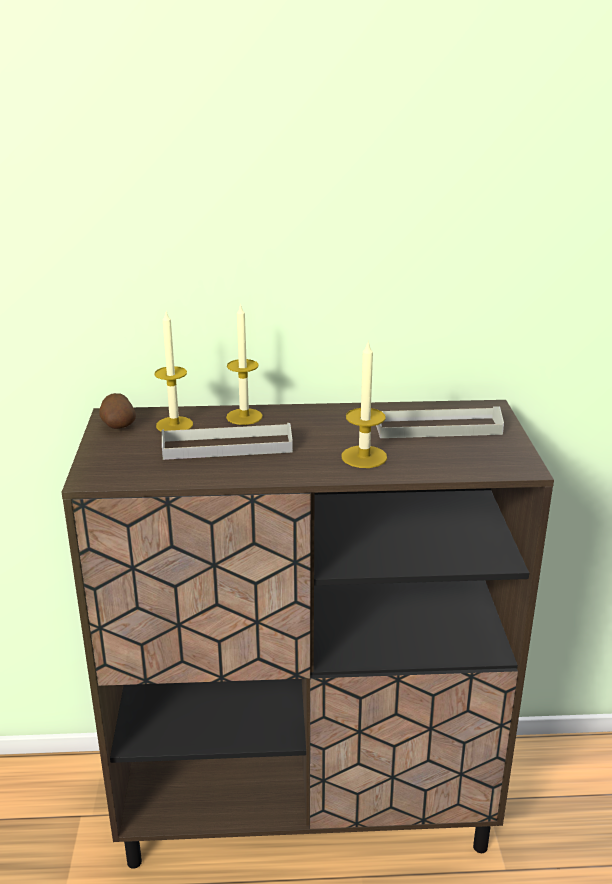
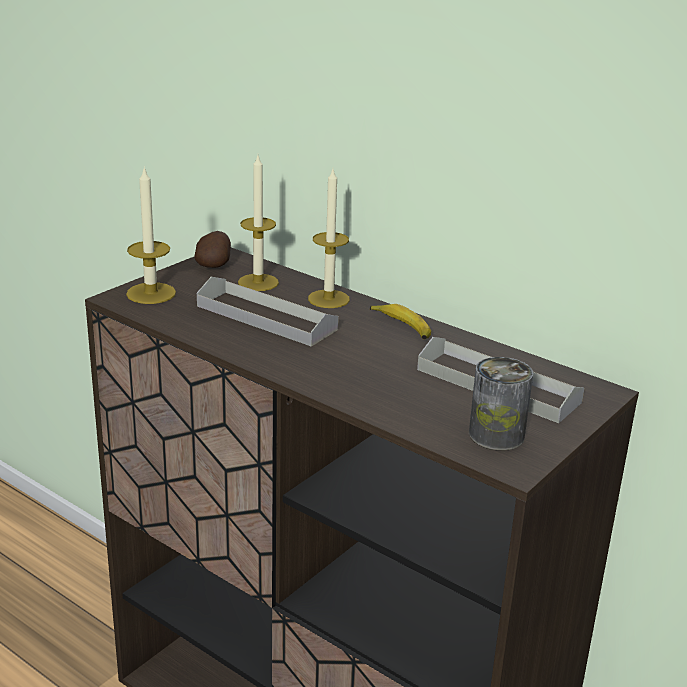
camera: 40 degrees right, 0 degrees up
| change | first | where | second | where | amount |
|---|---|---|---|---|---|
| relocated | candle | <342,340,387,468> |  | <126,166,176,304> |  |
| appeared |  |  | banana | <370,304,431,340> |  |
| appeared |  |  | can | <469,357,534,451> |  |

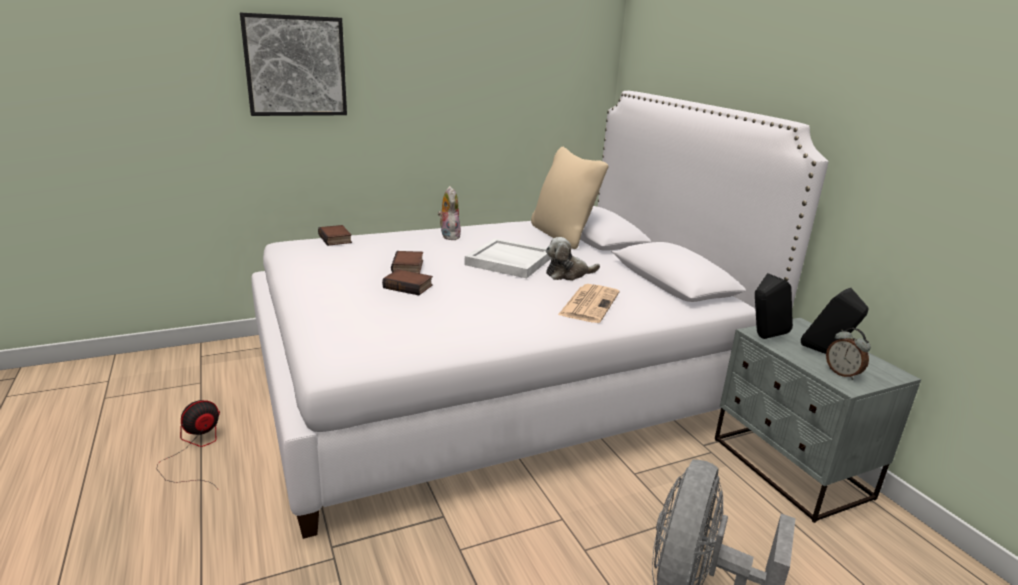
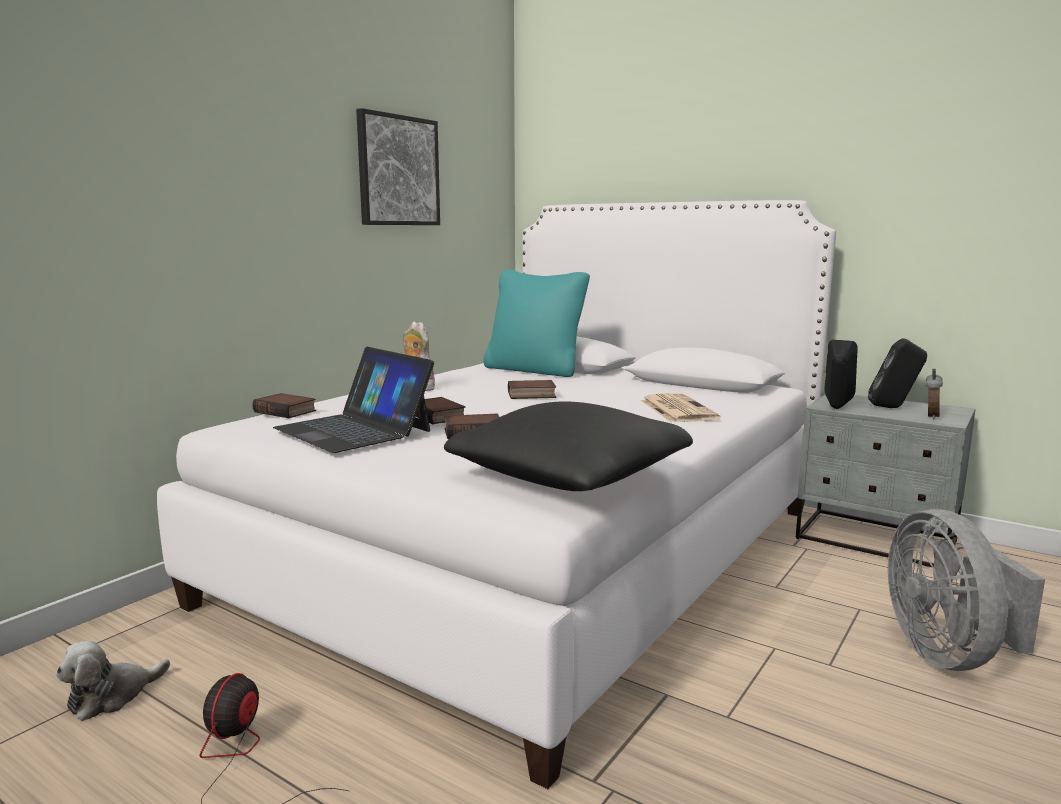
camera: 30 degrees left, 10 degrees down
| change | first | where | second | where | amount |
|---|---|---|---|---|---|
| relocated | picture | <240,13,347,116> |  | <356,108,440,225> |  |
| colour | beige pillow | <531,147,609,249> | turquoise pillow | <483,269,590,377> |  |
| relocated | plush toy | <546,237,600,281> |  | <56,641,170,721> |  |
| exchanged | white tray | <464,238,551,278> | book | <508,380,556,399> |  |
| spun | alarm clock | <826,328,871,380> |  | <925,369,943,419> | 90 degrees counterclockwise |
| appeared |  |  | laptop | <273,347,434,453> |  |
| appeared |  |  | black pillow | <444,401,693,491> |  |

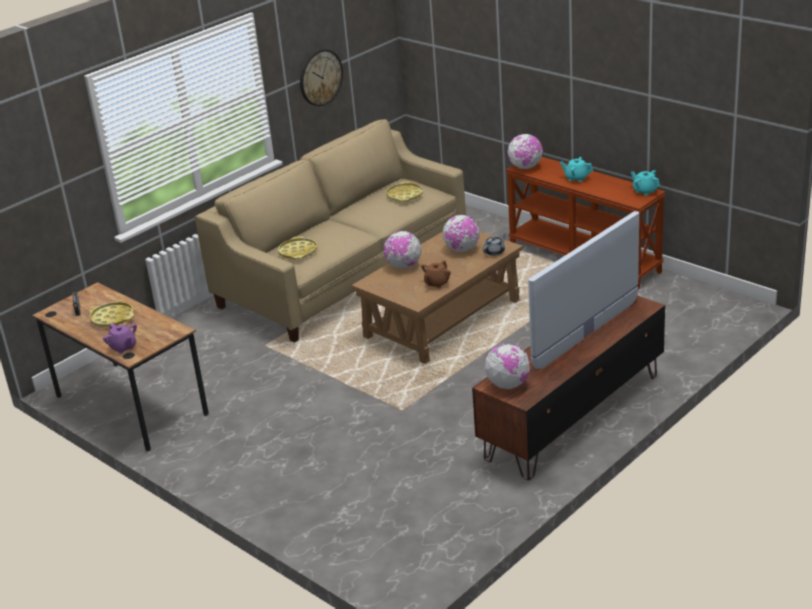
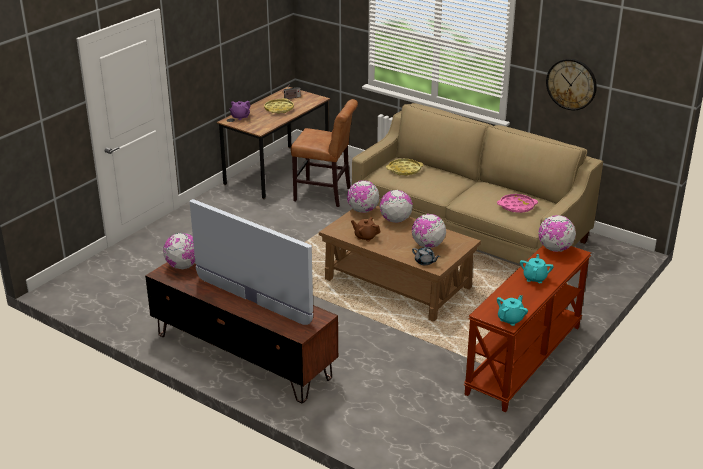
camera: 80 degrees right, 0 degrees up
| change | first | where | second | where | amount |
|---|---|---|---|---|---|
| colour | yellow tray | <386,181,423,201> | pink tray | <497,194,538,213> |  |
| appeared |  |  | brown chair | <291,99,358,207> |  |
| appeared |  |  | globe | <347,180,379,213> |  |

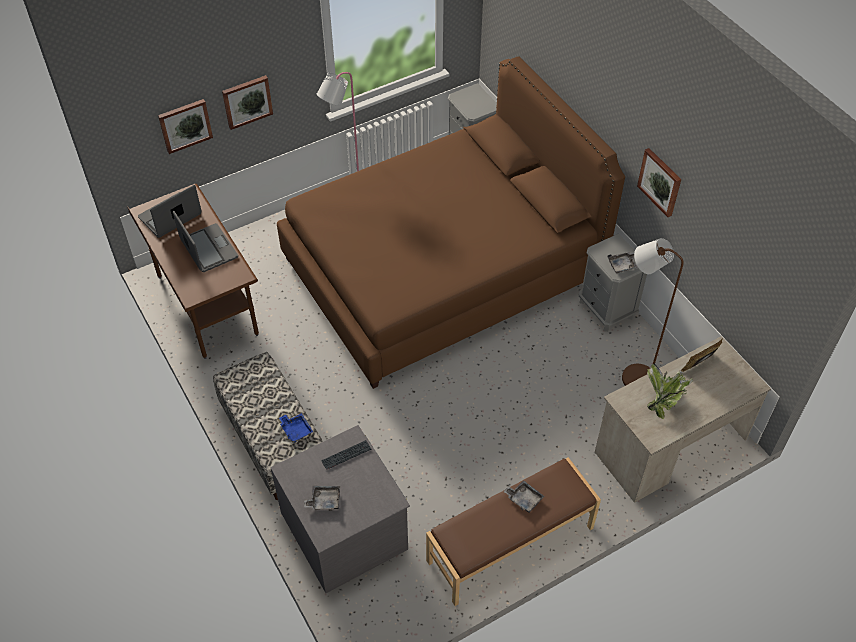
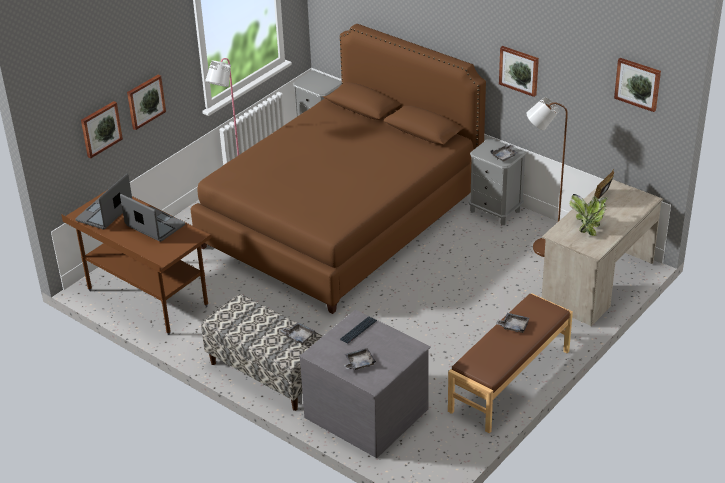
camera: 20 degrees left, 15 degrees down
| change | first | where | second | where | amount |
|---|---|---|---|---|---|
| colour | blue tray | <279,413,313,443> | grey tray | <281,322,316,345> |  |
| appeared |  |  | picture | <614,58,661,112> |  |

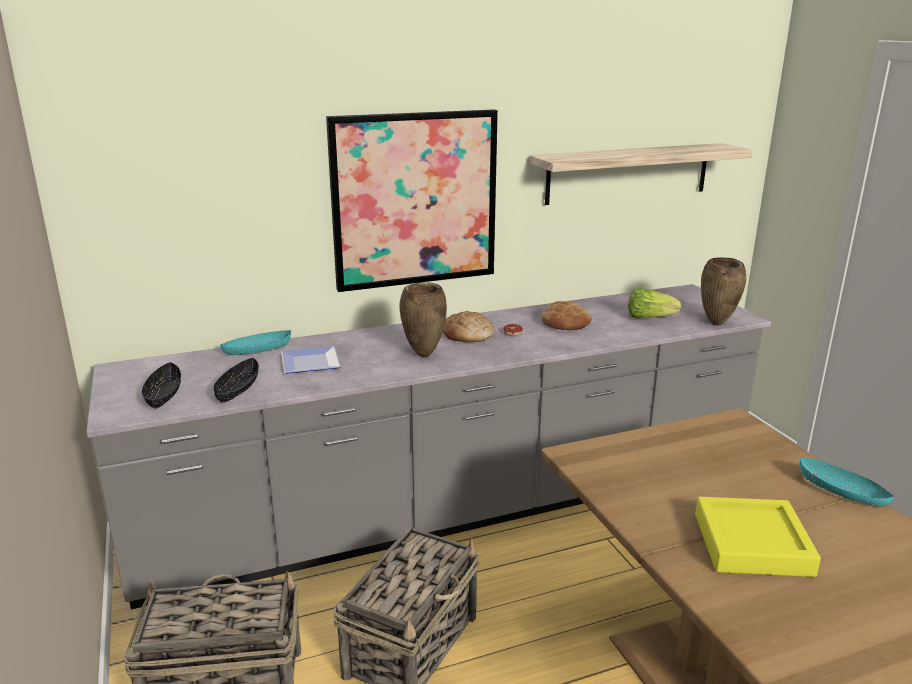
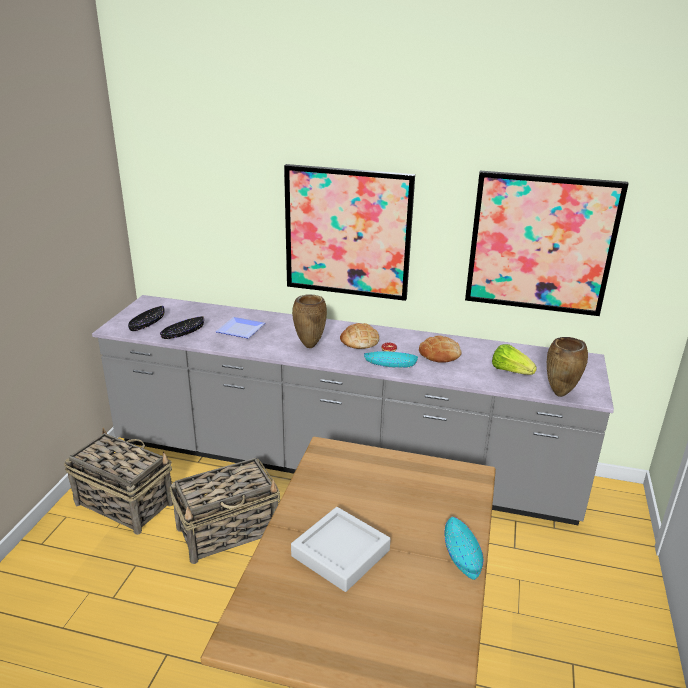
camera: 35 degrees right, 5 degrees up
| change | first | where | second | where | amount |
|---|---|---|---|---|---|
| exchanged | shelf | <530,143,753,205> | picture | <465,171,629,316> |  |
| relocated | turquoise bowl | <220,330,291,355> |  | <364,351,418,368> |  |
| colour | yellow tray | <695,497,821,577> | grey tray | <291,507,391,592> |  |

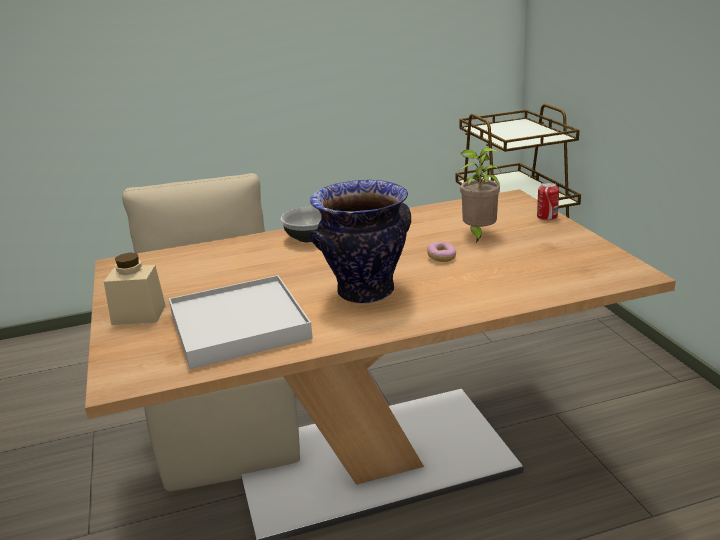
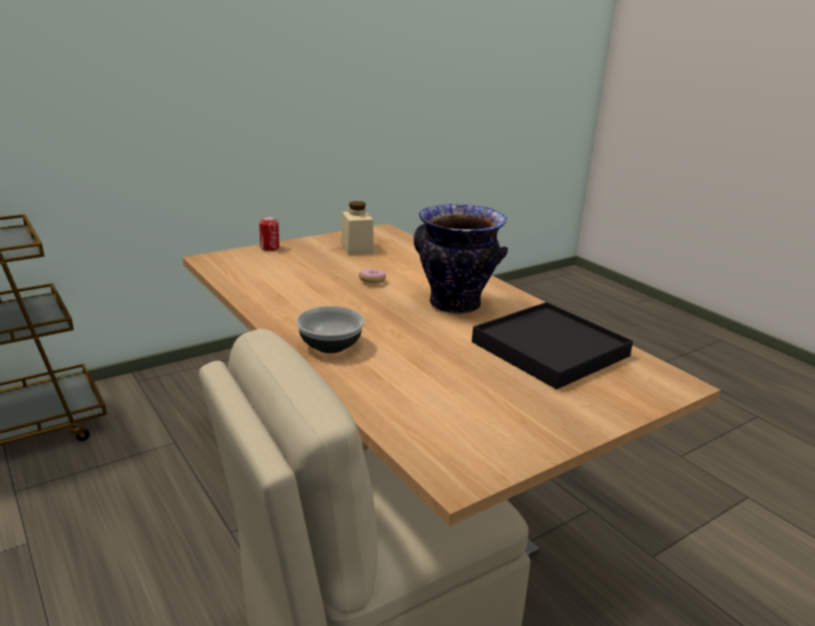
camera: 110 degrees left, 0 degrees up
| change | first | where | second | where | amount |
|---|---|---|---|---|---|
| missing | potted plant | <459,147,501,243> |  |  |  |
| relocated | beige jar | <104,253,166,325> |  | <341,201,374,255> |  |
| colour | white tray | <169,275,313,369> | black tray | <472,302,633,389> |  |

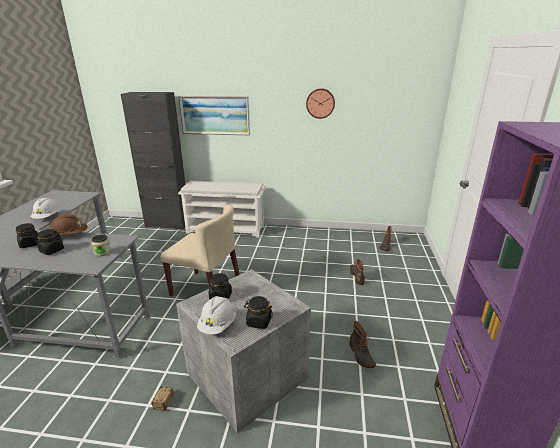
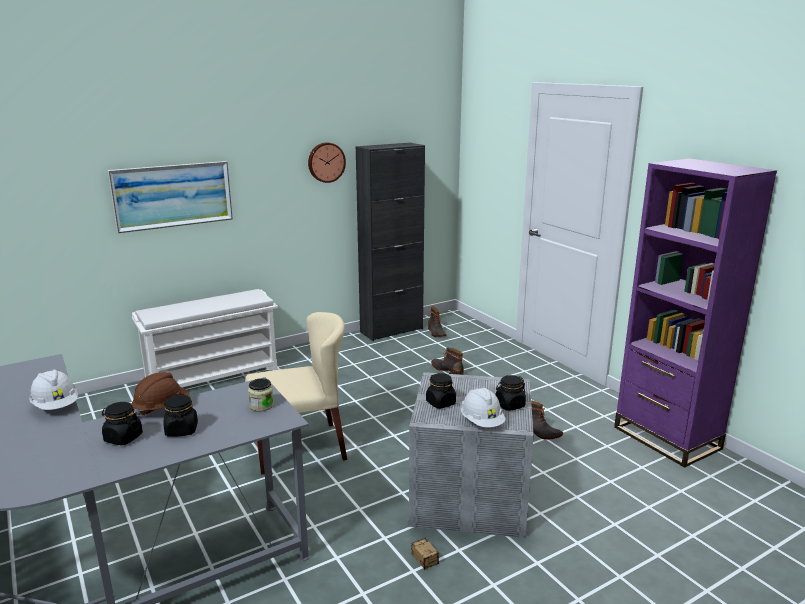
camera: 40 degrees left, 5 degrees down
| change | first | where | second | where | amount |
|---|---|---|---|---|---|
| relocated | black cabinet | <121,92,185,229> |  | <356,142,425,341> |  |

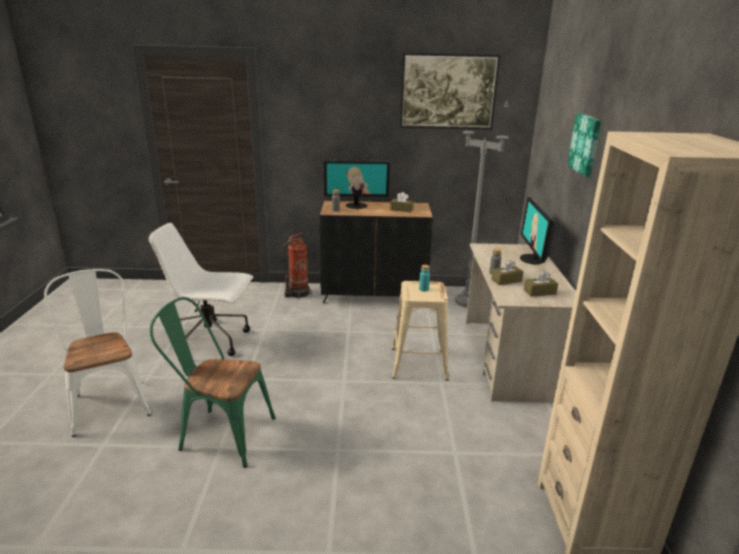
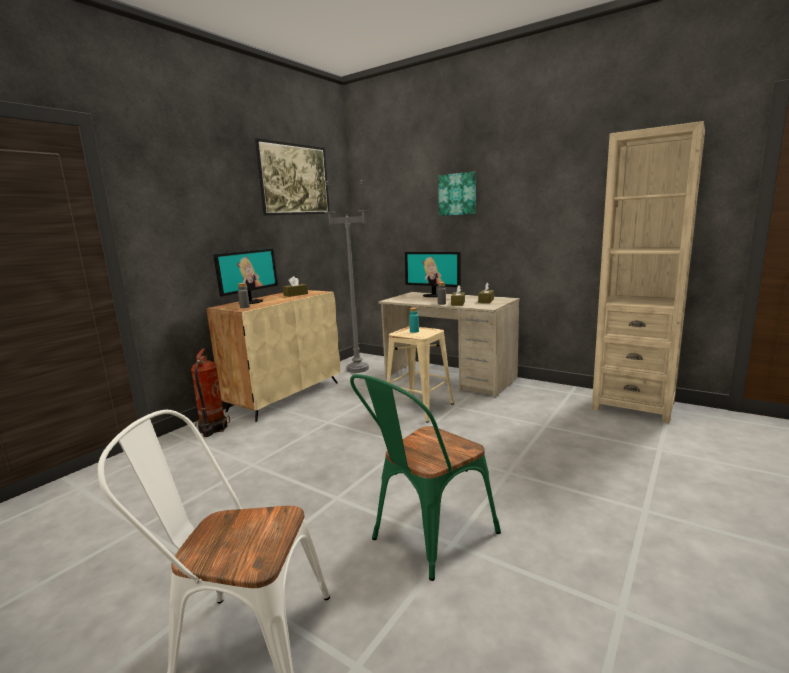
camera: 55 degrees left, 10 degrees down
| change | first | where | second | where | amount |
|---|---|---|---|---|---|
| colour | black cabinet | <319,201,433,303> | beige cabinet | <206,290,340,422> |  |
| missing | white office chair | <149,223,253,356> |  |  |  |

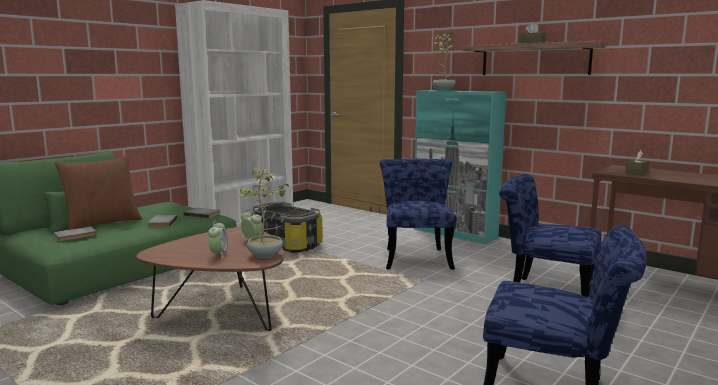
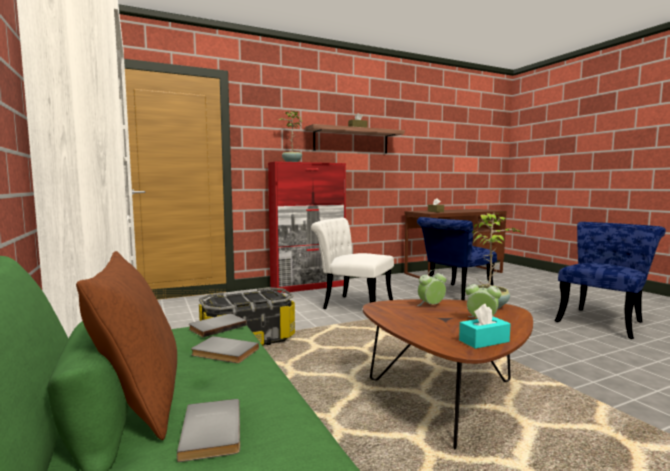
camera: 65 degrees left, 5 degrees down
| change | first | where | second | where | amount |
|---|---|---|---|---|---|
| colour | turquoise cabinet | <413,90,506,244> | red cabinet | <268,161,346,293> |  |
| colour | blue chair | <380,159,456,270> | white chair | <311,218,394,309> |  |
| appeared |  |  | turquoise tissue box | <459,304,511,349> |  |

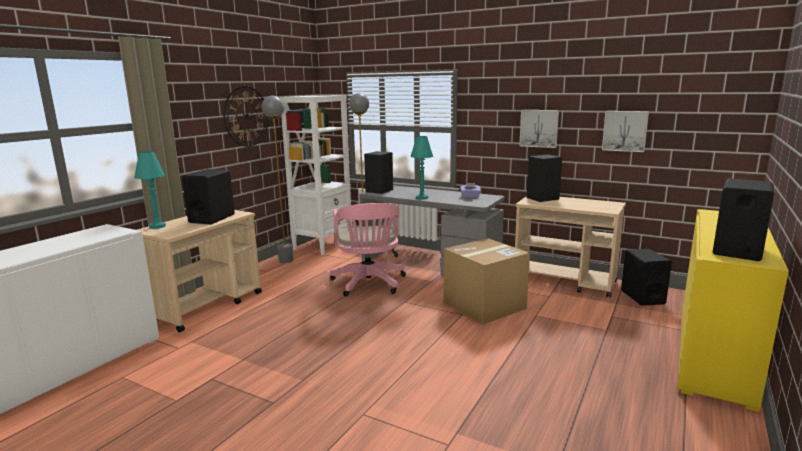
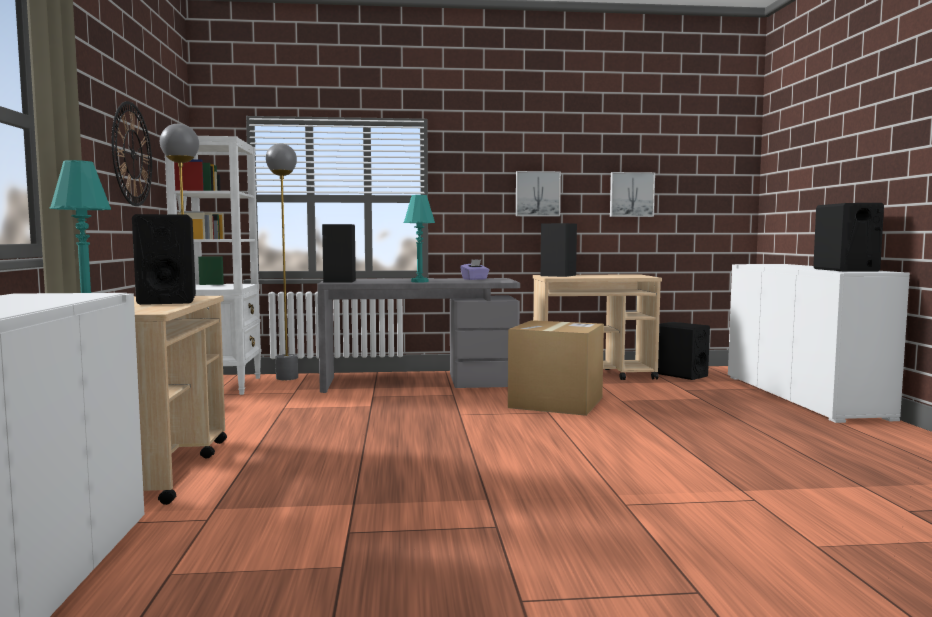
camera: 35 degrees left, 10 degrees down
| change | first | where | second | where | amount |
|---|---|---|---|---|---|
| missing | pink office chair | <329,203,406,296> |  |  |  |
| colour | yellow cabinet | <677,209,789,412> | white cabinet | <728,264,910,423> |  |

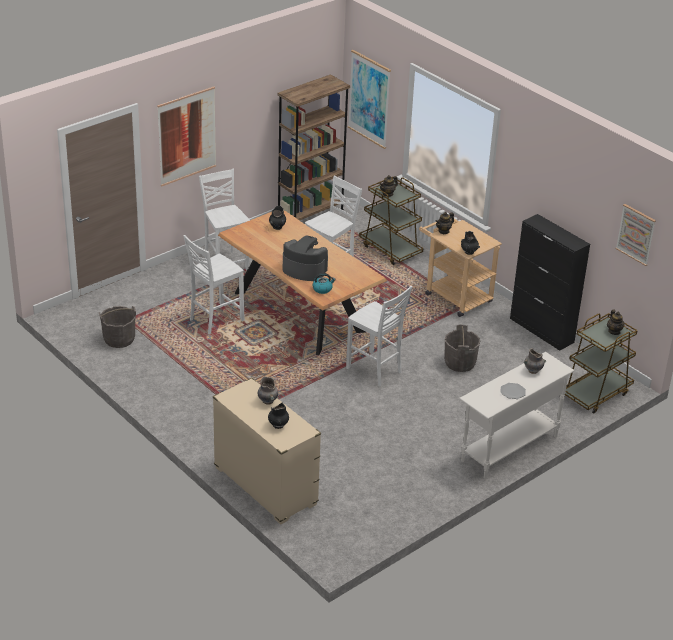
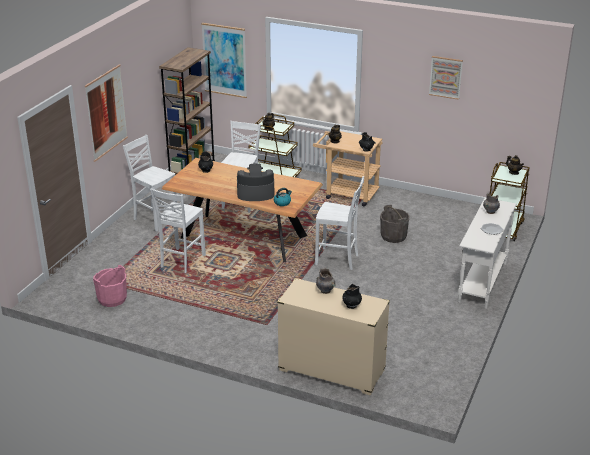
camera: 25 degrees left, 5 degrees down
| change | first | where | second | where | amount |
|---|---|---|---|---|---|
| relocated | picture | <615,204,656,266> |  | <429,56,463,100> |  |
| missing | black cabinet | <510,214,590,351> |  |  |  |
| colour | grey bucket | <99,306,136,348> | pink bucket | <93,265,127,307> |  |

